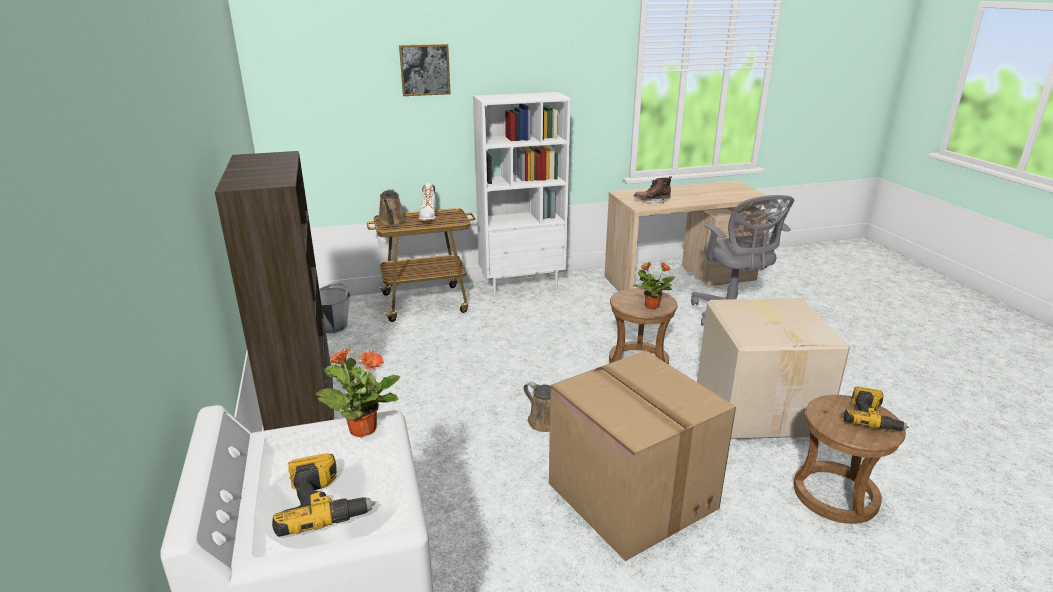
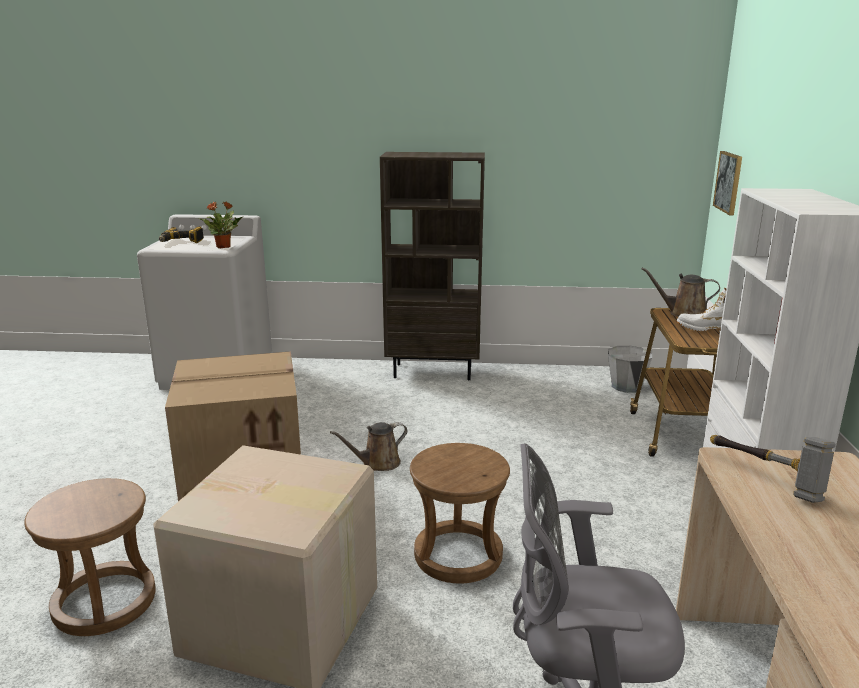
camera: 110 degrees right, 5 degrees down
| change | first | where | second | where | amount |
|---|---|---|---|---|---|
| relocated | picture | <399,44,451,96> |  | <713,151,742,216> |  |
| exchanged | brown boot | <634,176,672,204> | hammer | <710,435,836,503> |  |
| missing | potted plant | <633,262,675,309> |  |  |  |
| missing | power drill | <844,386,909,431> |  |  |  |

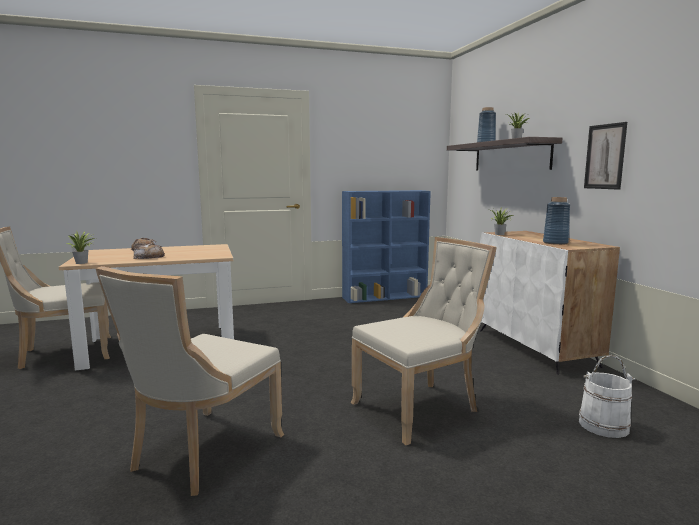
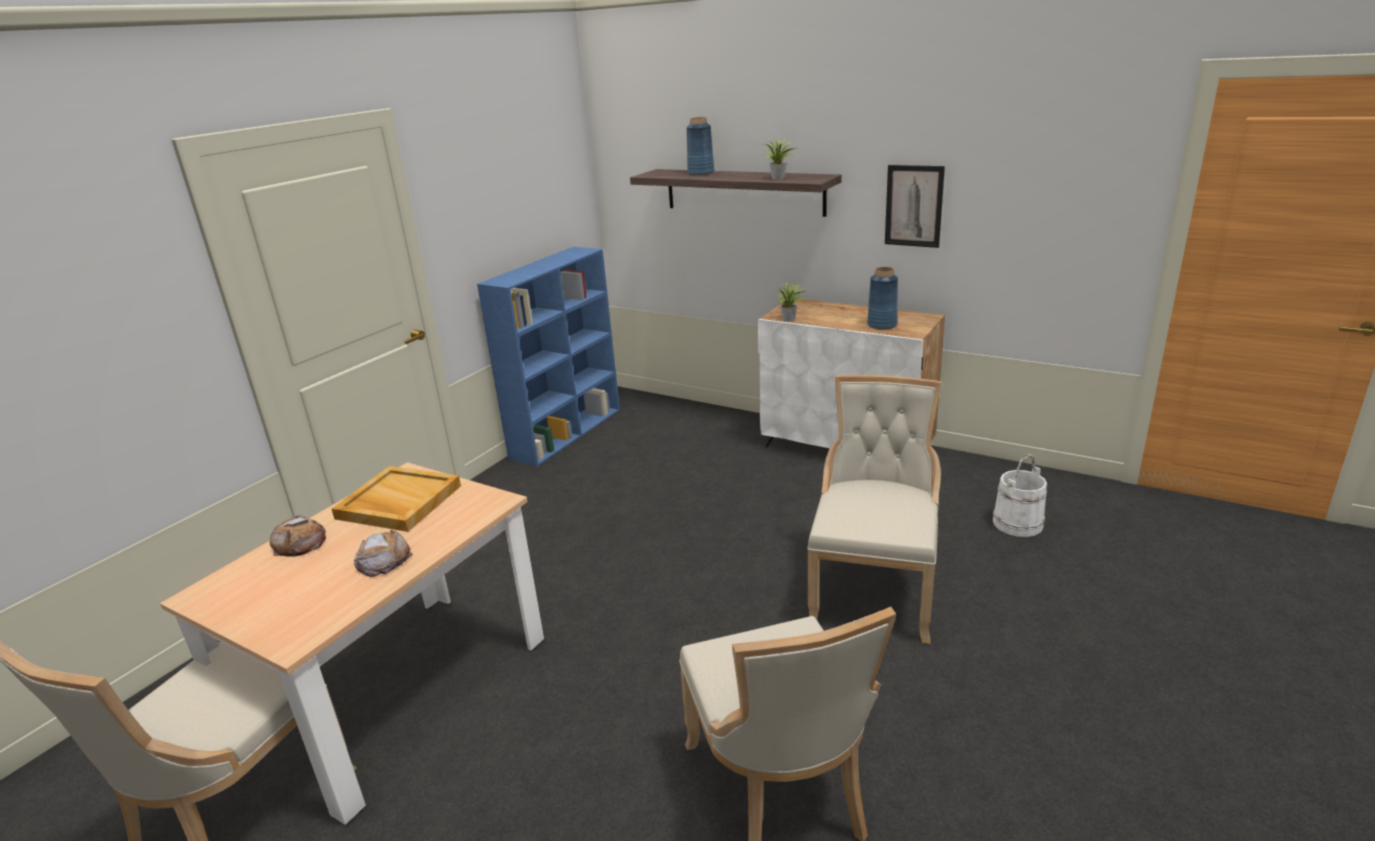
camera: 40 degrees left, 15 degrees up
| change | first | where | second | where | amount |
|---|---|---|---|---|---|
| missing | potted plant | <66,232,95,264> |  |  |  |
| appeared |  |  | beige tray | <331,466,461,532> |  |

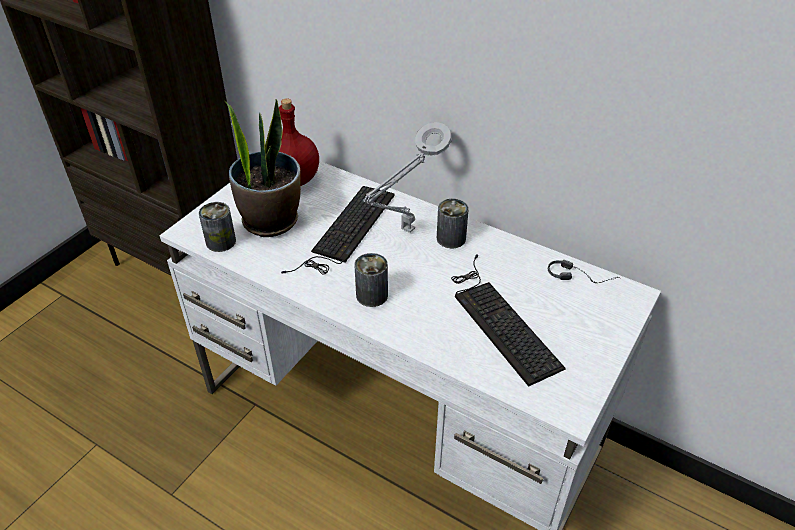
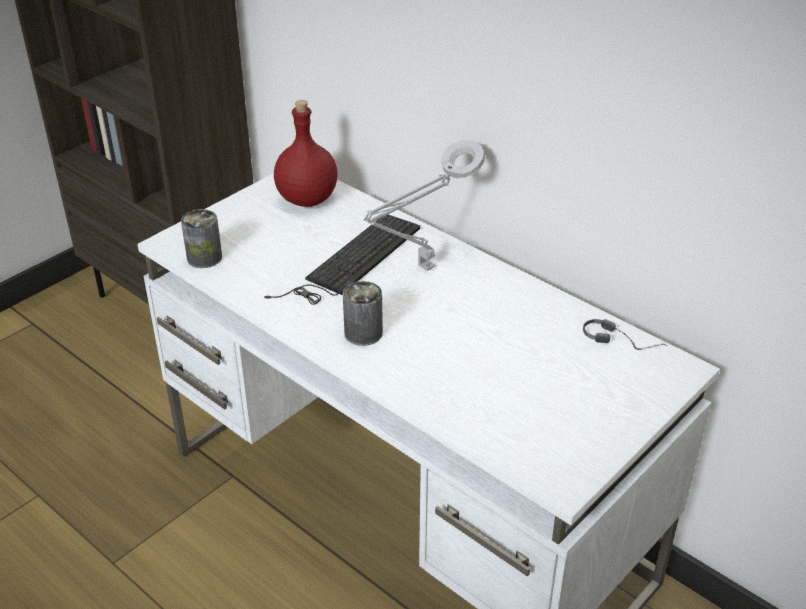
camera: 10 degrees right, 5 degrees down
| change | first | where | second | where | amount |
|---|---|---|---|---|---|
| missing | potted plant | <225,99,301,237> |  |  |  |
| missing | can | <437,199,469,248> |  |  |  |
| missing | keyboard | <451,254,566,387> |  |  |  |

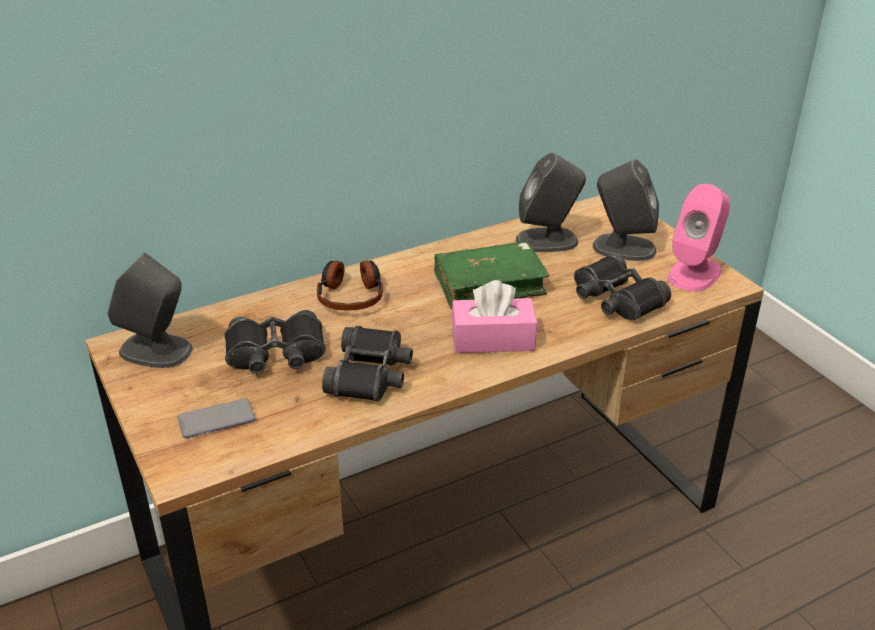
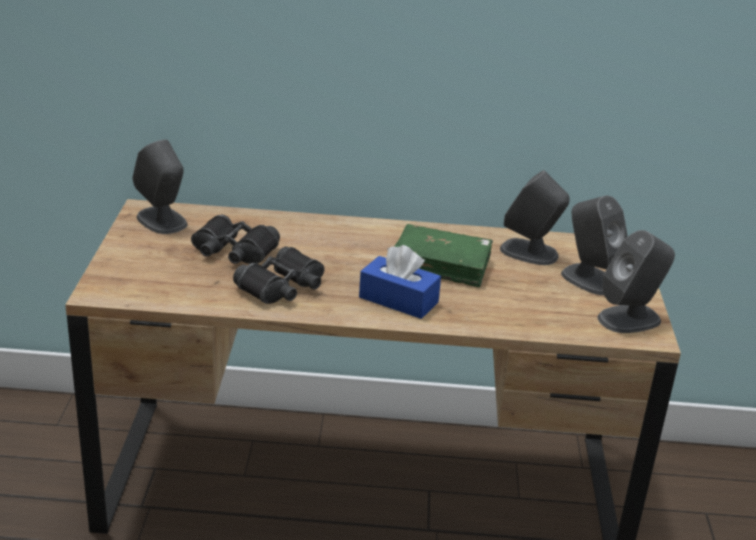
camera: 30 degrees right, 5 degrees down
| change | first | where | second | where | amount |
|---|---|---|---|---|---|
| colour | pink speaker | <667,184,730,292> | grey speaker | <598,230,675,333> |  |
| missing | black binoculars | <574,255,671,320> |  |  |  |
| missing | headphones | <317,260,383,310> |  |  |  |
| colour | pink tissue box | <452,280,537,353> | blue tissue box | <359,245,441,319> |  |
| missing | phone | <177,398,256,438> |  |  |  |

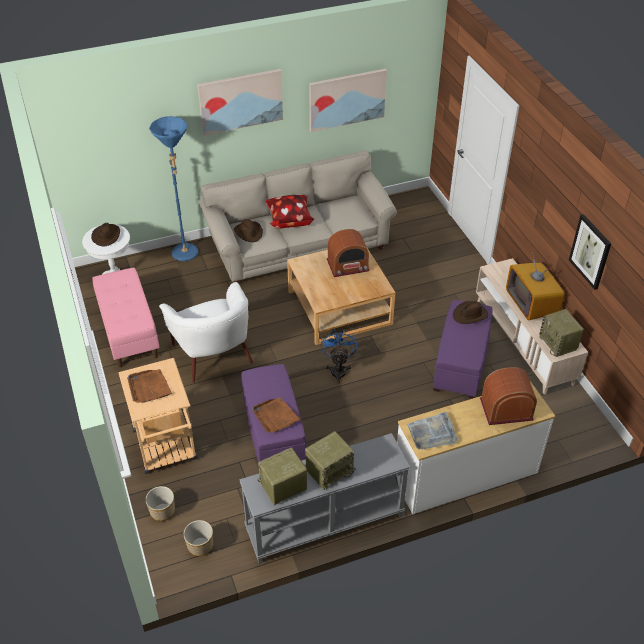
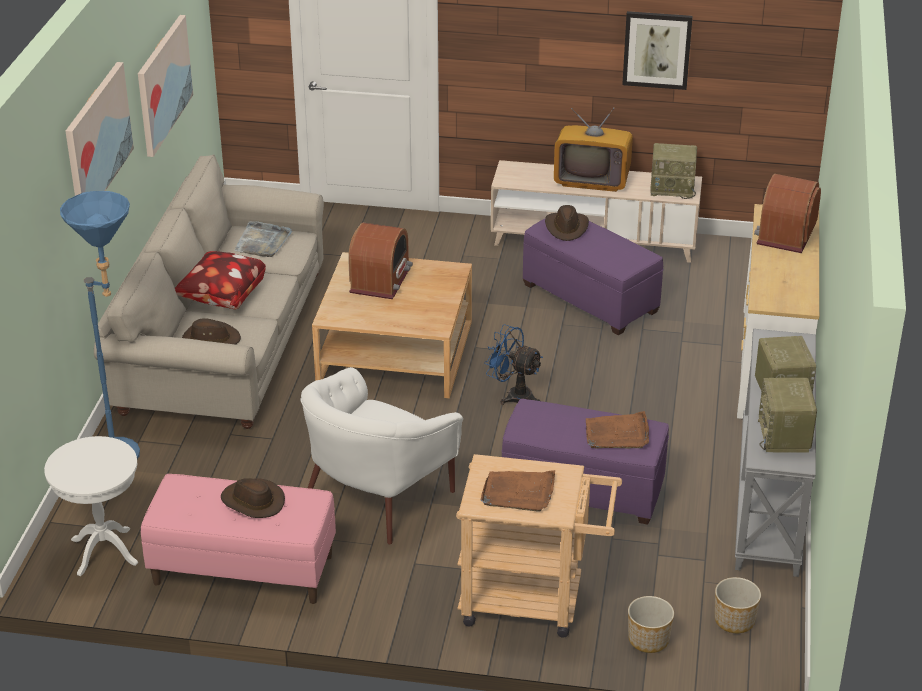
camera: 60 degrees left, 10 degrees down
| change | first | where | second | where | amount |
|---|---|---|---|---|---|
| relocated | brown hat | <91,223,120,247> |  | <221,478,285,518> |  |
| spun | white armchair | <159,282,253,383> |  | <300,367,463,544> | 120 degrees clockwise |
| relocated | grey tray | <407,412,457,449> |  | <234,221,292,257> |  |

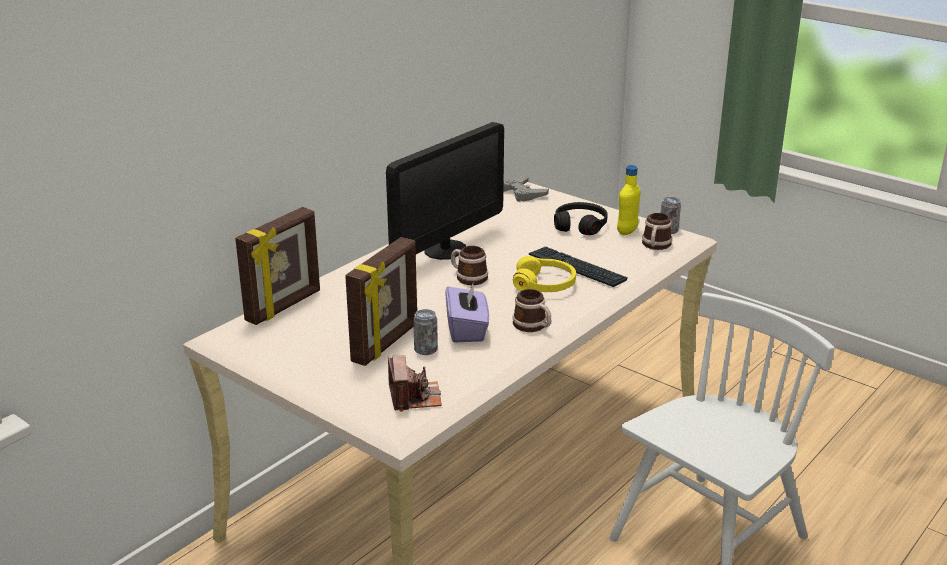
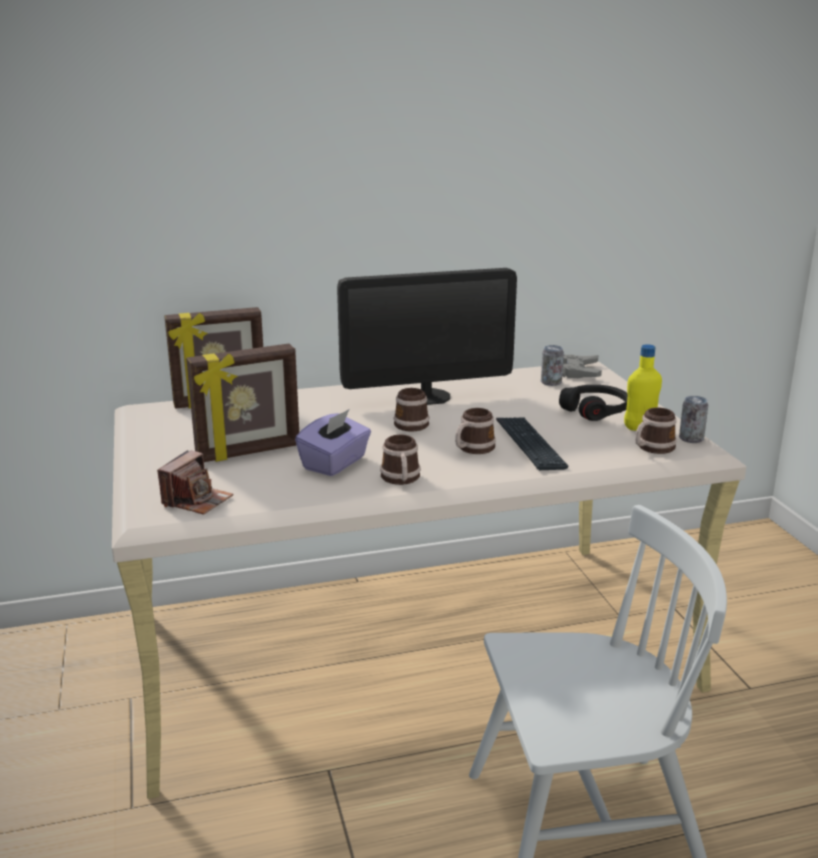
camera: 35 degrees right, 5 degrees down
| change | first | where | second | where | amount |
|---|---|---|---|---|---|
| exchanged | yellow headphones | <513,256,576,292> | mug | <455,408,496,454> |  |
| relocated | can | <413,309,438,355> |  | <541,345,564,386> |  |

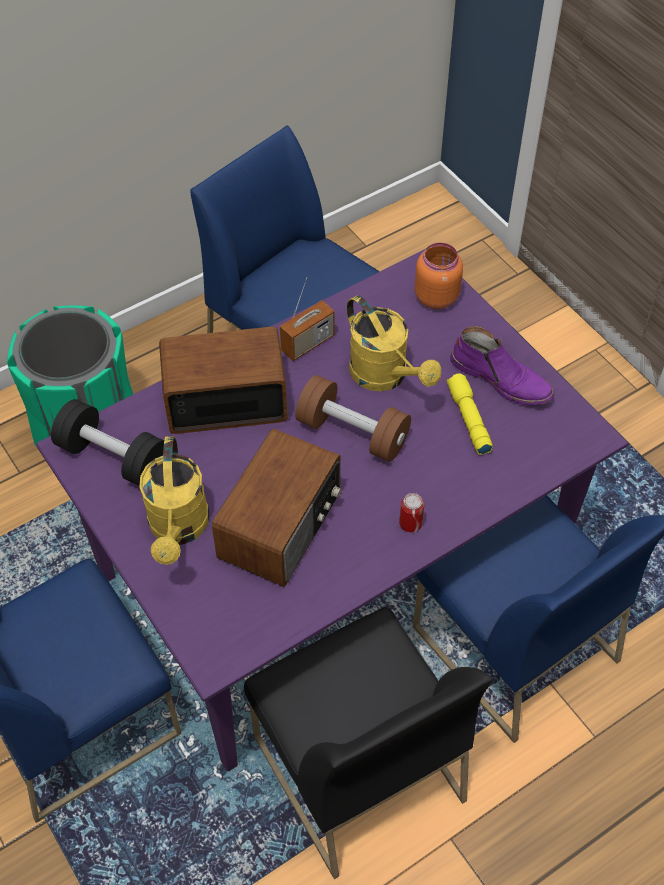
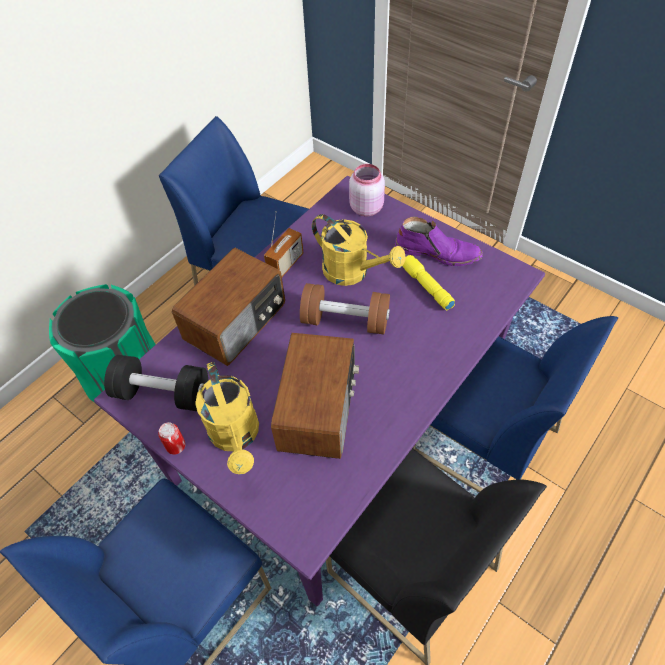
camera: 15 degrees left, 0 degrees up
| change | first | where | second | where | amount |
|---|---|---|---|---|---|
| colour | orange jar | <415,243,463,309> | pink jar | <349,164,385,216> |  |
| spun | radio | <159,327,288,434> |  | <172,248,285,366> | 150 degrees clockwise |
| relocated | can | <399,493,424,532> |  | <158,422,186,455> |  |

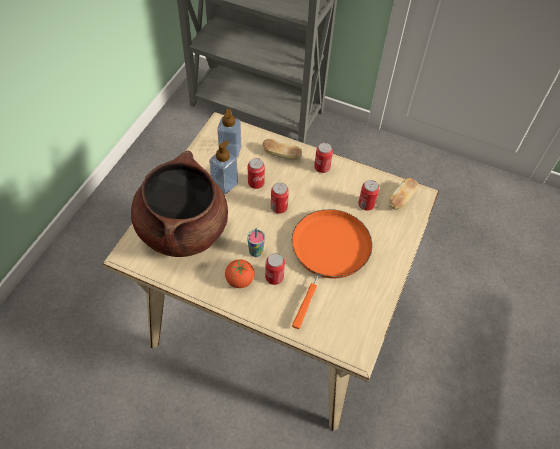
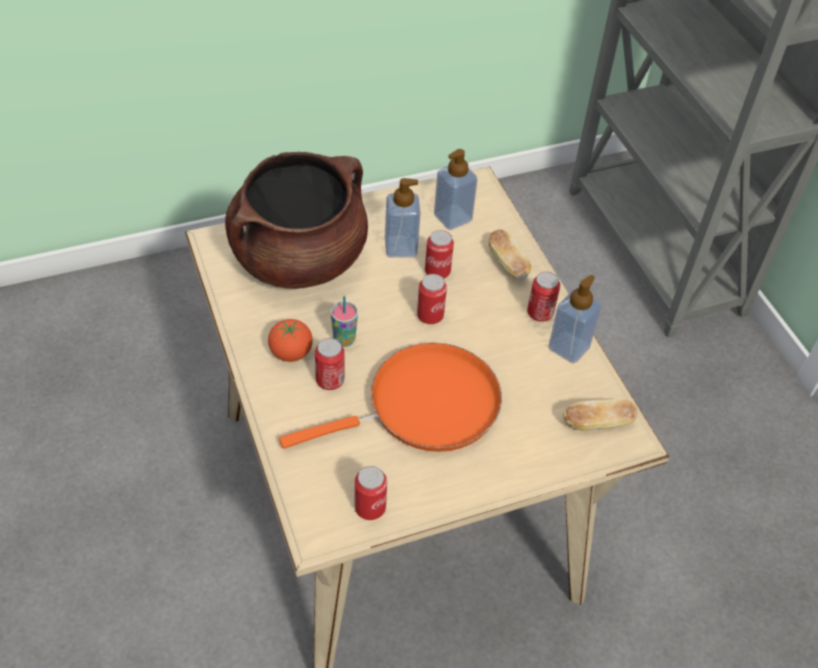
camera: 45 degrees right, 5 degrees down
| change | first | where | second | where | amount |
|---|---|---|---|---|---|
| relocated | can | <358,180,379,211> |  | <355,466,387,520> |  |
| appeared |  |  | soap dispenser | <548,275,602,363> |  |

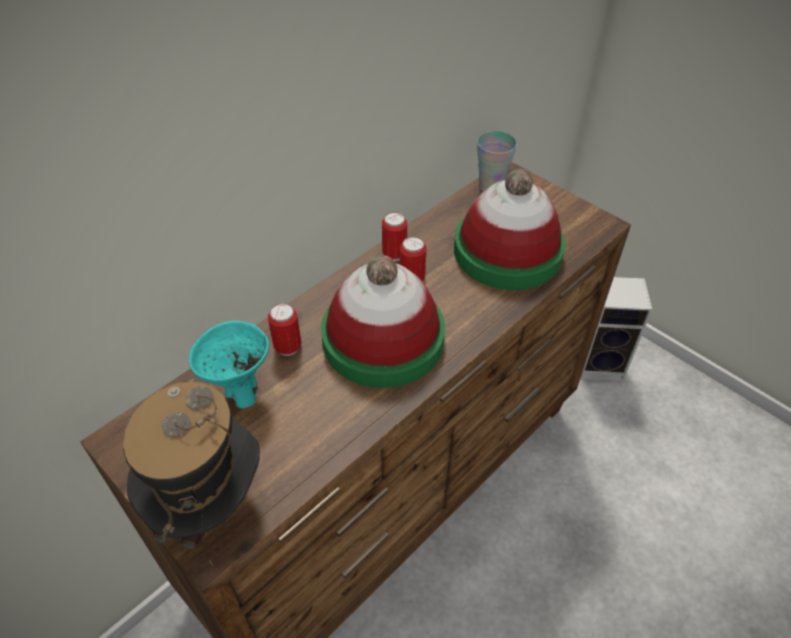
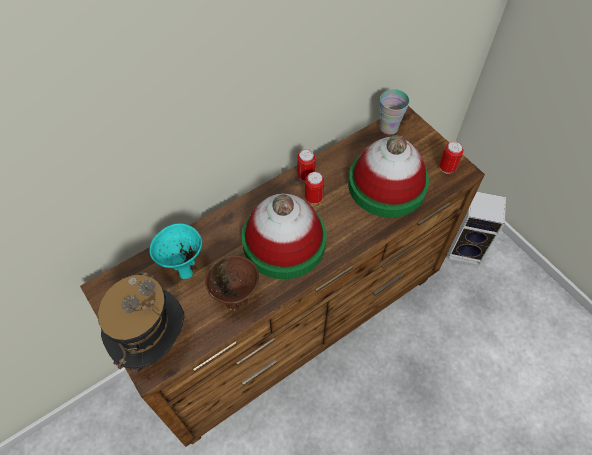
camera: 10 degrees right, 10 degrees up
| change | first | where | second | where | amount |
|---|---|---|---|---|---|
| relocated | can | <268,303,301,356> |  | <439,141,464,174> |  |
| appeared |  |  | brown bowl | <205,255,259,311> |  |

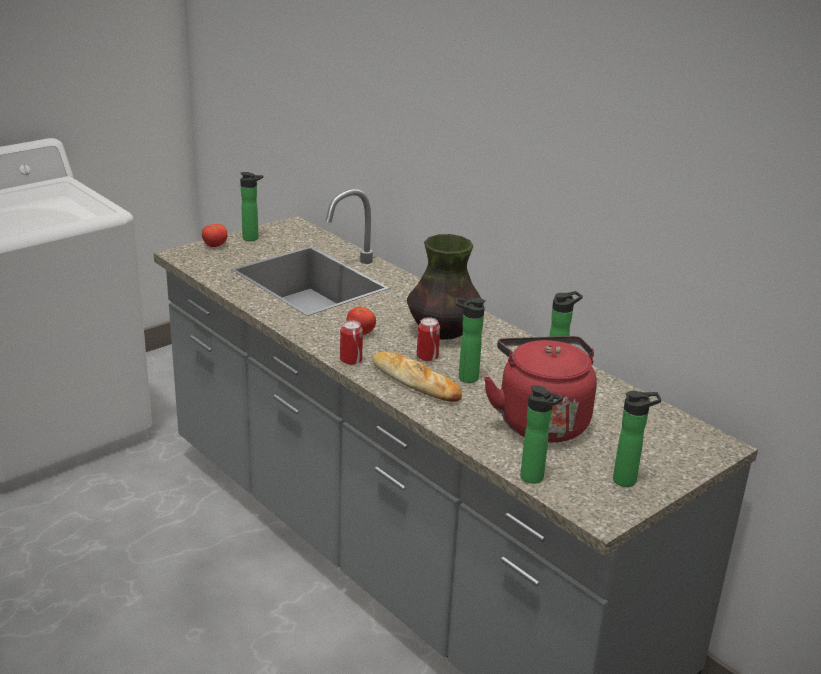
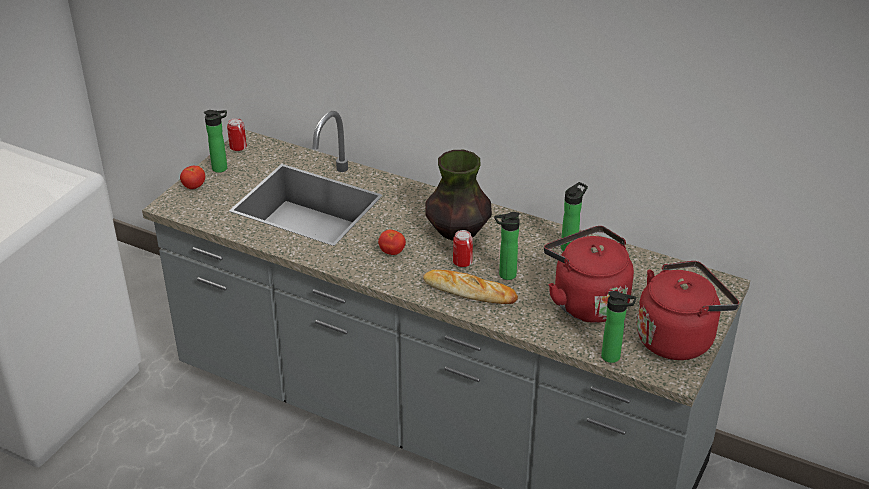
camera: 20 degrees left, 10 degrees up
| change | first | where | second | where | amount |
|---|---|---|---|---|---|
| relocated | can | <340,320,363,365> |  | <227,118,247,151> |  |
| exchanged | bottle | <613,391,661,487> | red kettle | <637,261,739,360> |  |

